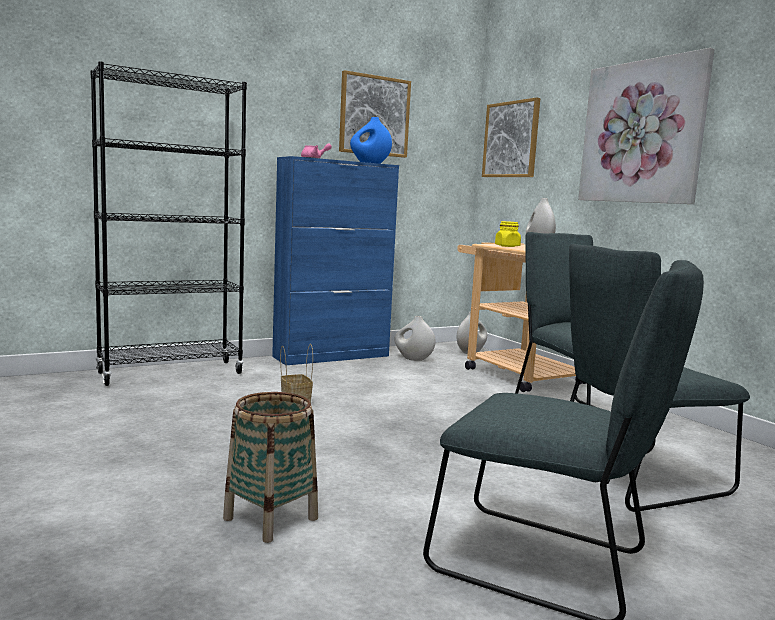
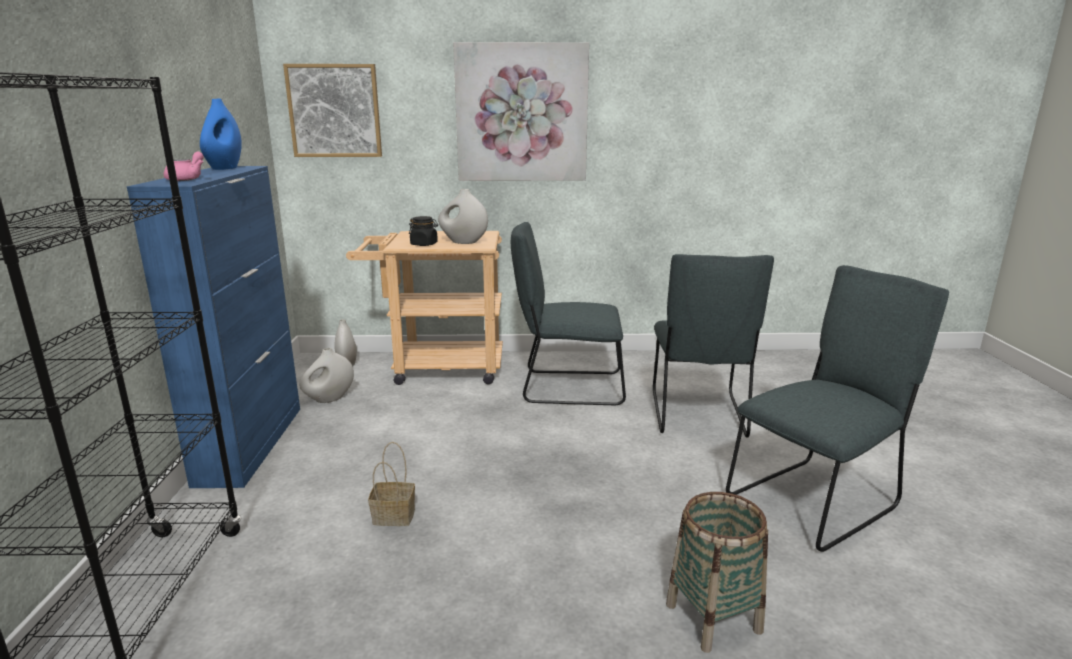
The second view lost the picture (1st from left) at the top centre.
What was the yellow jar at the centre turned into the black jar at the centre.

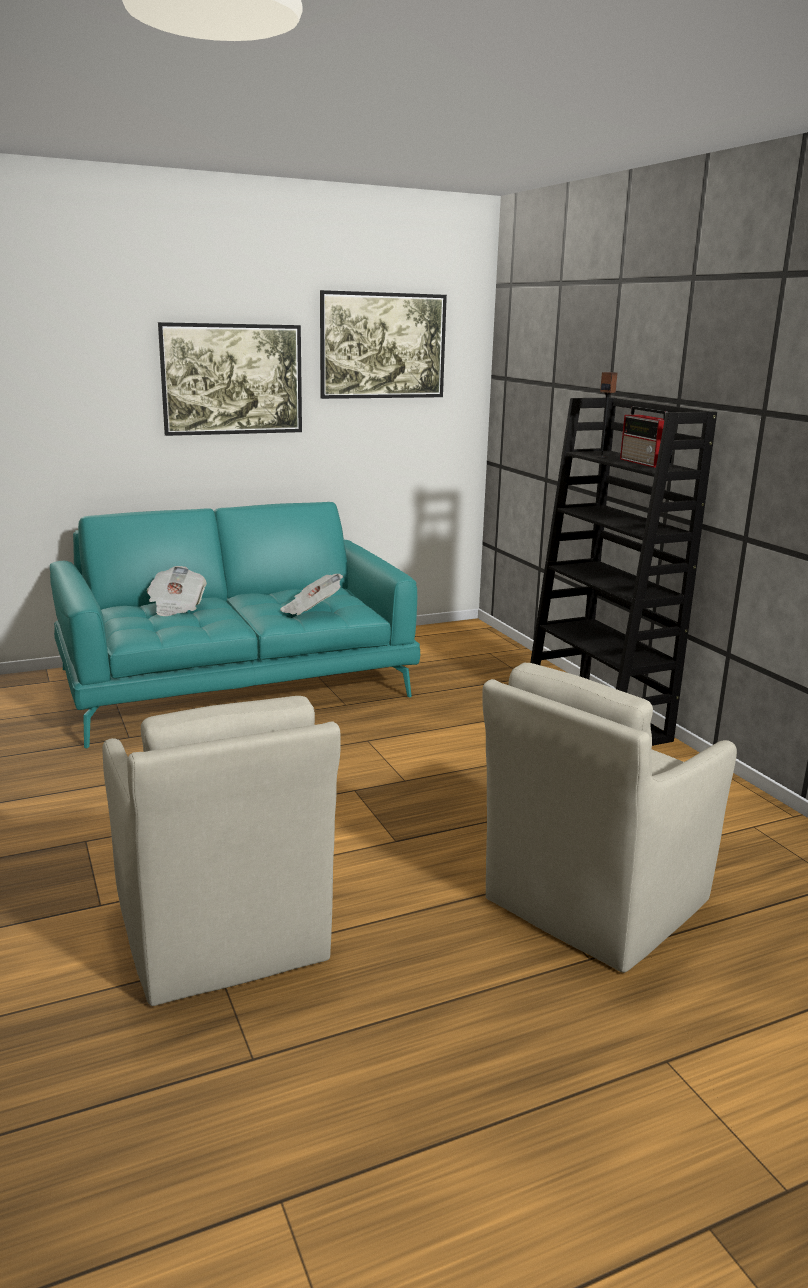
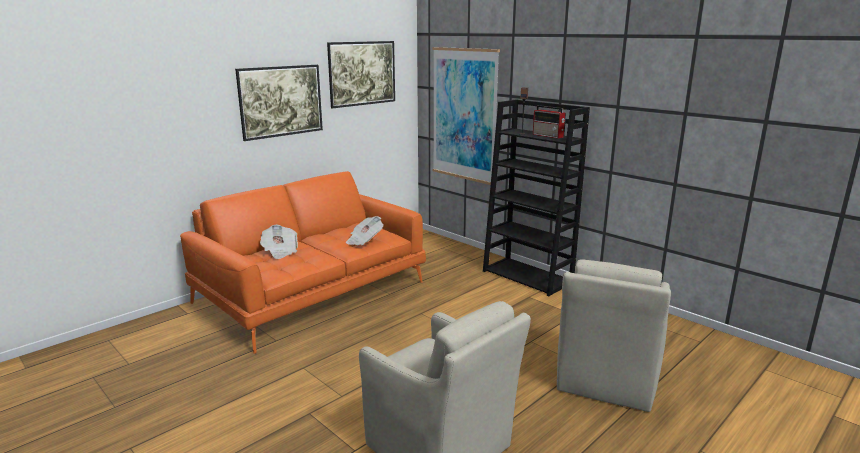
The second view gained the picture (3rd from left) at the top centre.
What was the turquoise sofa at the middle left turned into the orange sofa at the centre.

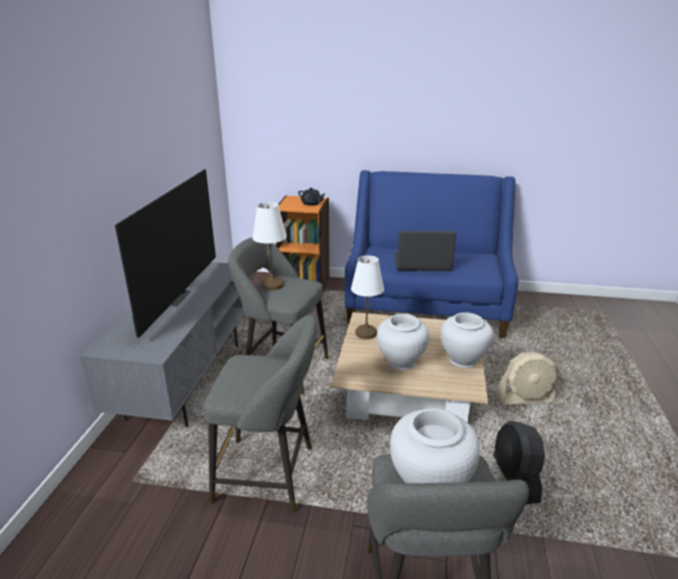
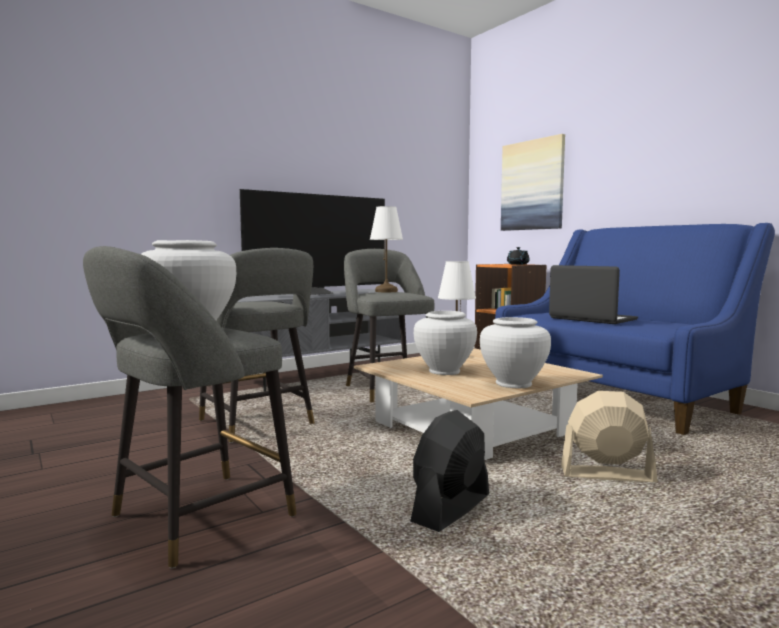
The second view gained the picture at the top right.
The beige fan at the middle right ended up facing another way, 150 degrees clockwise from before.

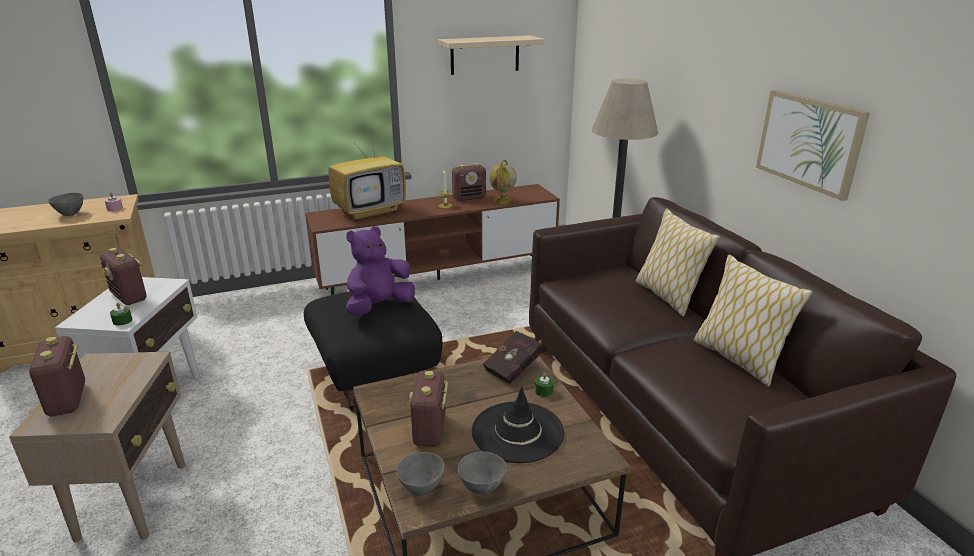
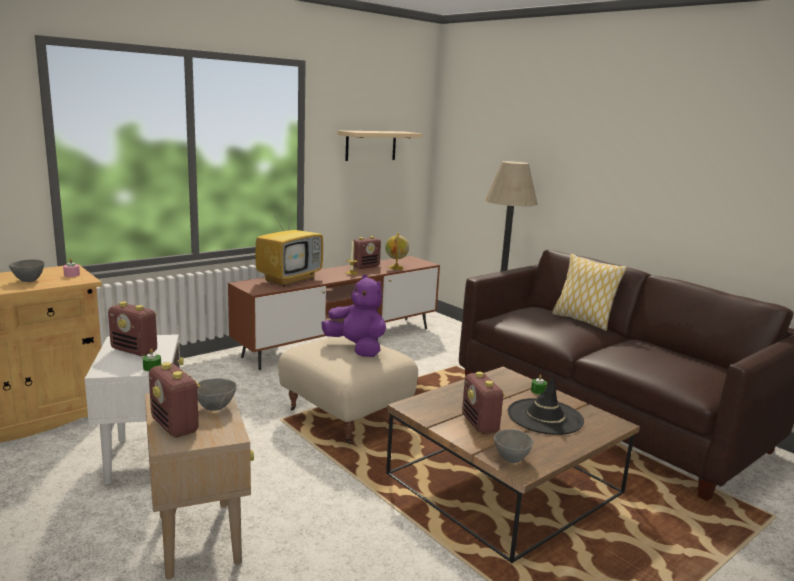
The second view lost the red book at the centre.
The second view lost the pillow (2nd from left) at the middle right.
The second view lost the picture at the top right.
The grey bowl (3rd from left in the first image) ended up elsewhere, having gone from the bottom centre to the bottom left.
What was the black ottoman at the centre turned into the beige ottoman at the bottom centre.
The purple plush toy at the centre ended up facing another way, 105 degrees clockwise from before.

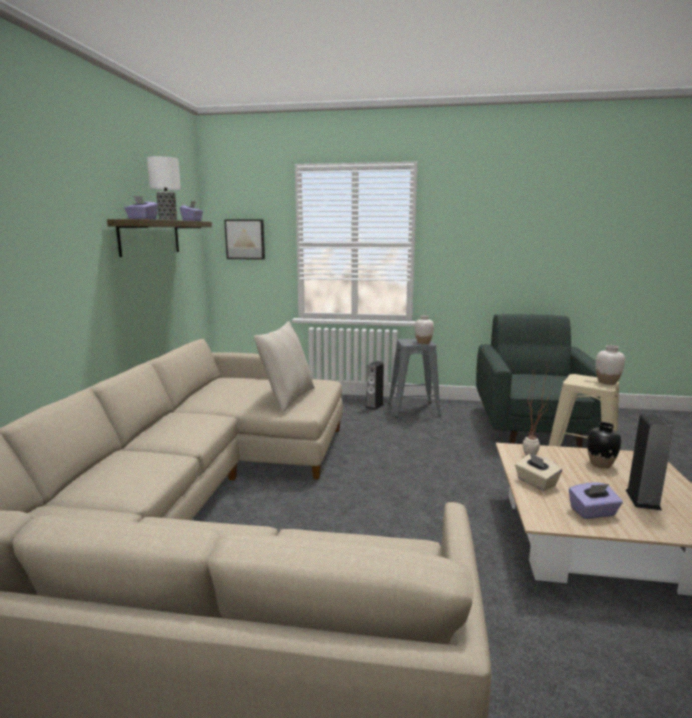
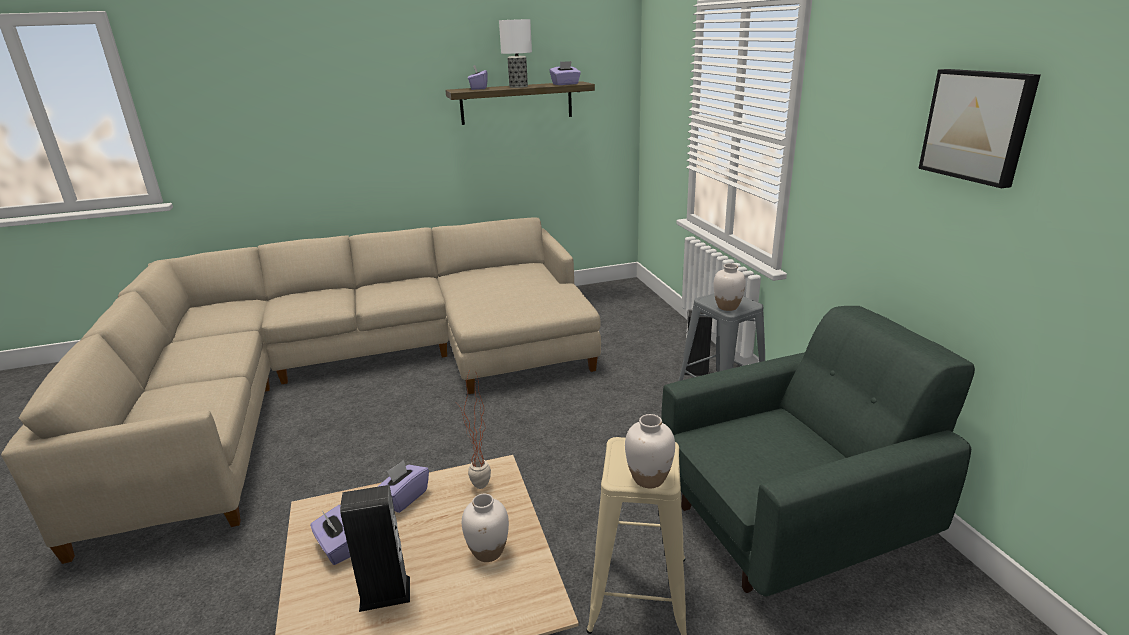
The second view lost the beige pillow at the centre.
The picture ended up elsewhere, having gone from the top centre to the top right.
What was the beige tissue box at the middle right turned into the purple tissue box (2nd from left) at the bottom centre.
What was the black vase at the middle right turned into the white vase (1st from left) at the bottom centre.

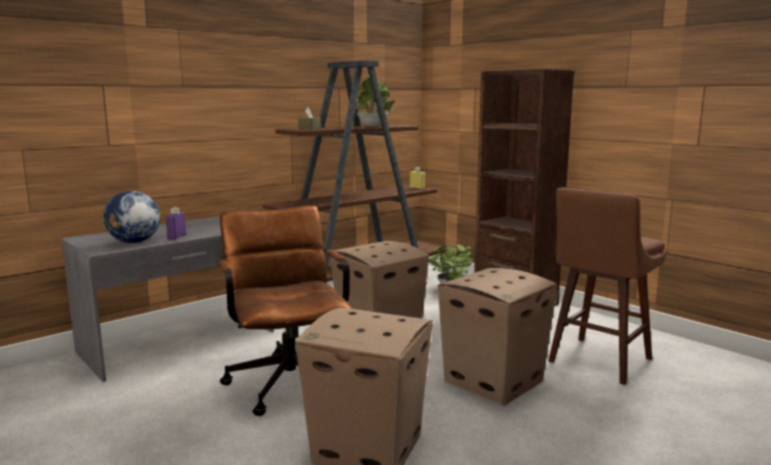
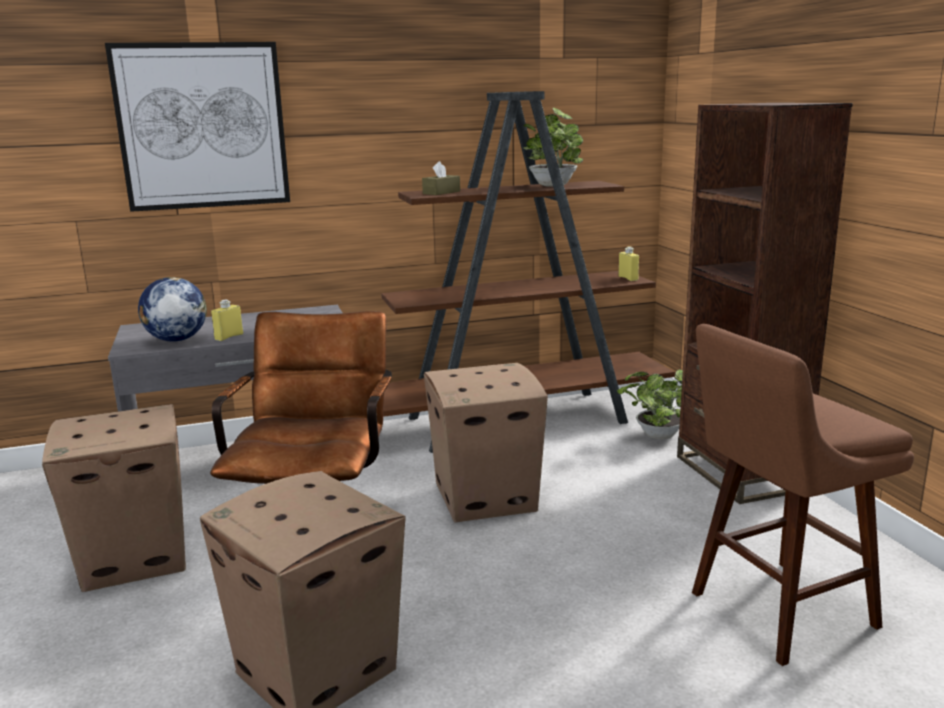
The second view gained the picture at the top left.
The cardboard box (3rd from left in the first image) ended up elsewhere, having gone from the bottom centre to the bottom left.
What was the purple bottle at the middle left turned into the yellow bottle (1st from left) at the middle left.

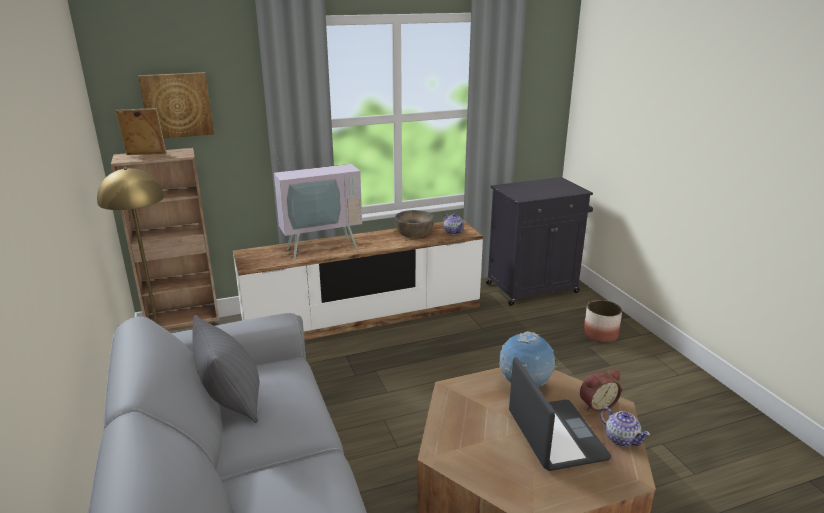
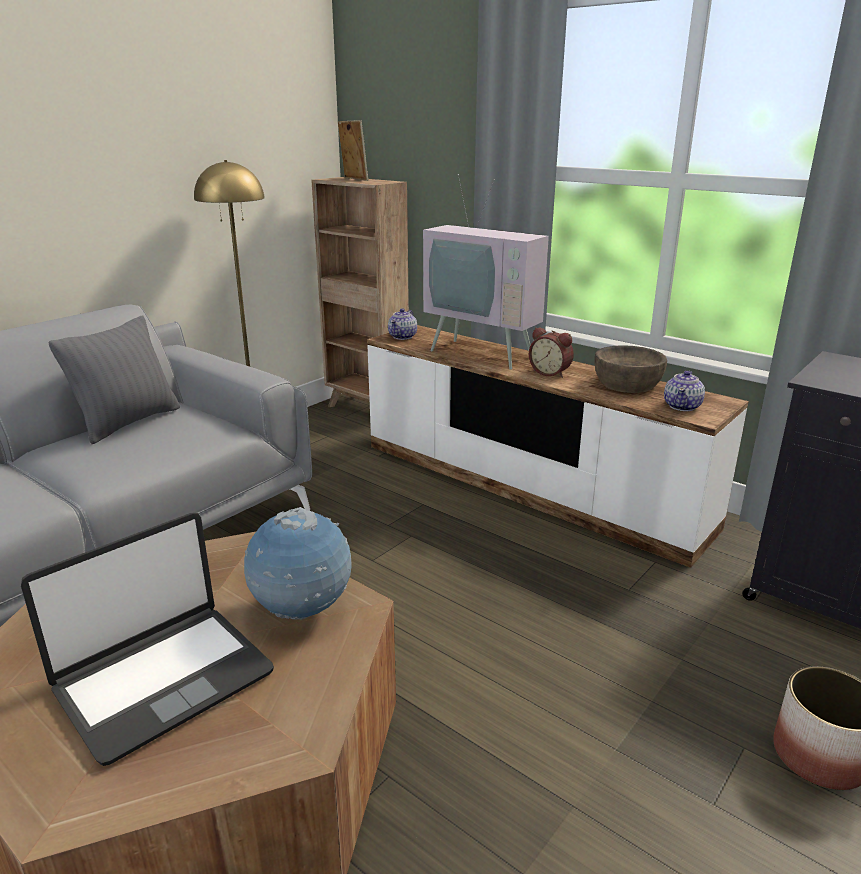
The second view lost the picture at the top left.
The alarm clock ended up elsewhere, having gone from the bottom right to the centre.
The teapot (2nd from left in the first image) ended up elsewhere, having gone from the bottom right to the centre.

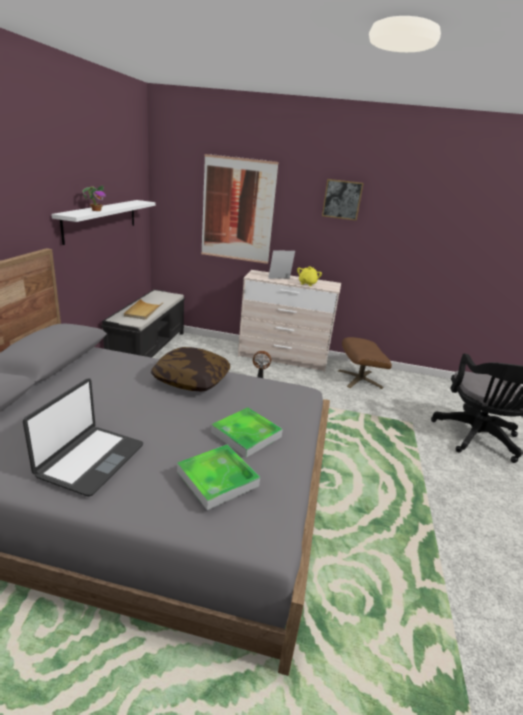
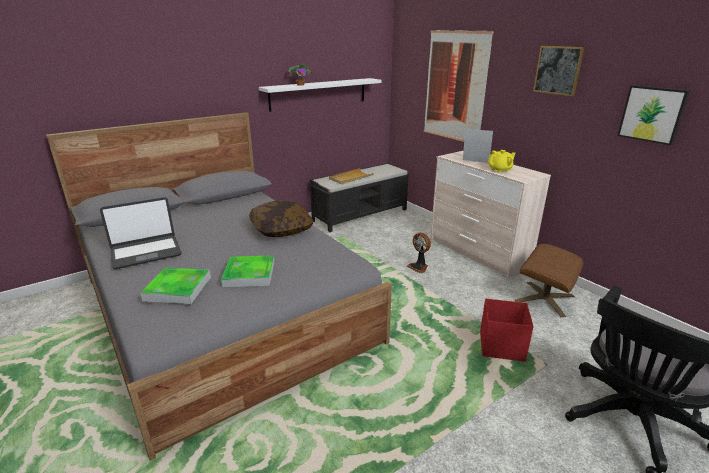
The second view gained the red storage box at the bottom right.
The second view gained the picture (3rd from left) at the top right.

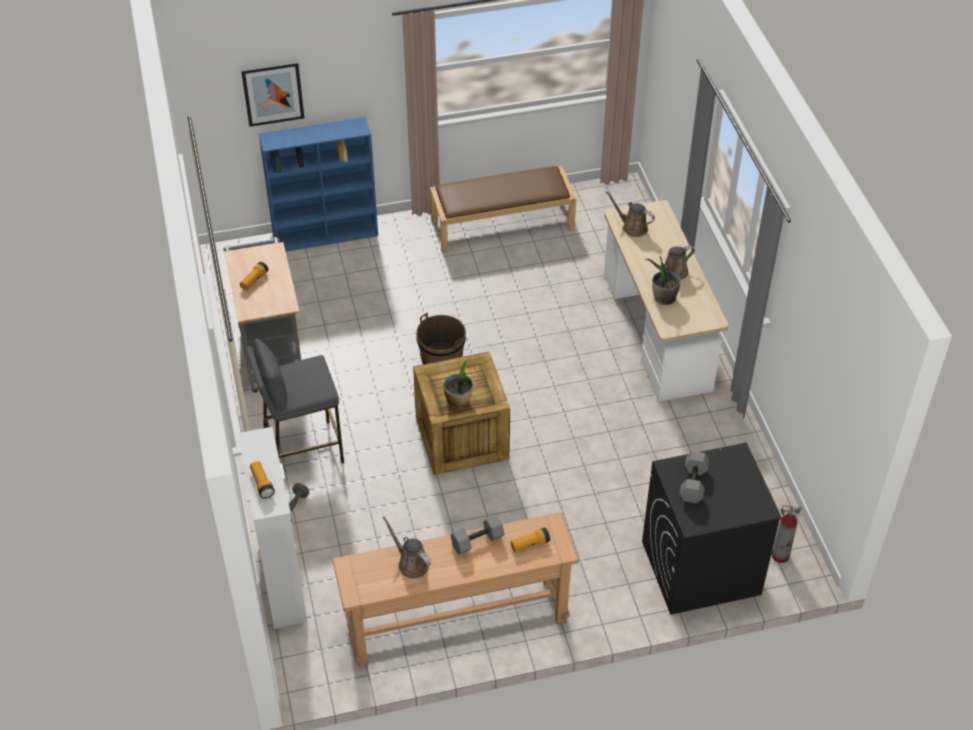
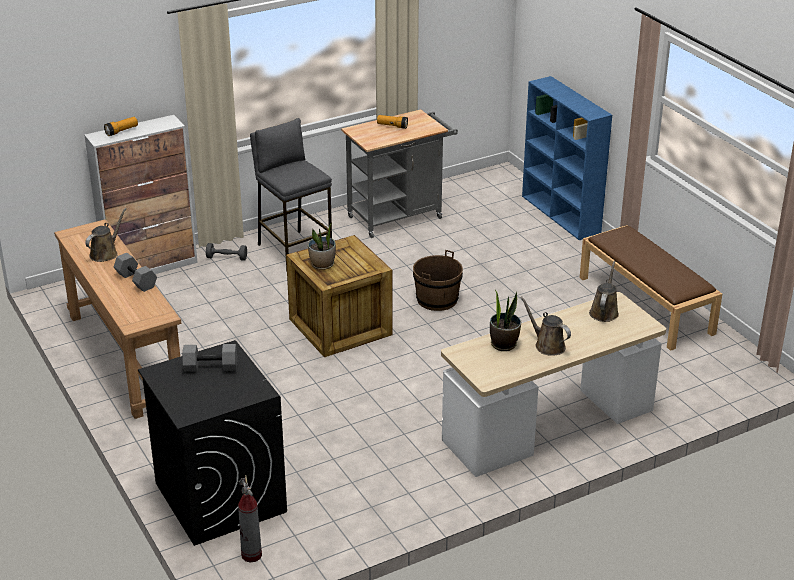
The second view lost the picture at the top left.
The second view lost the flashlight (3rd from left) at the bottom centre.

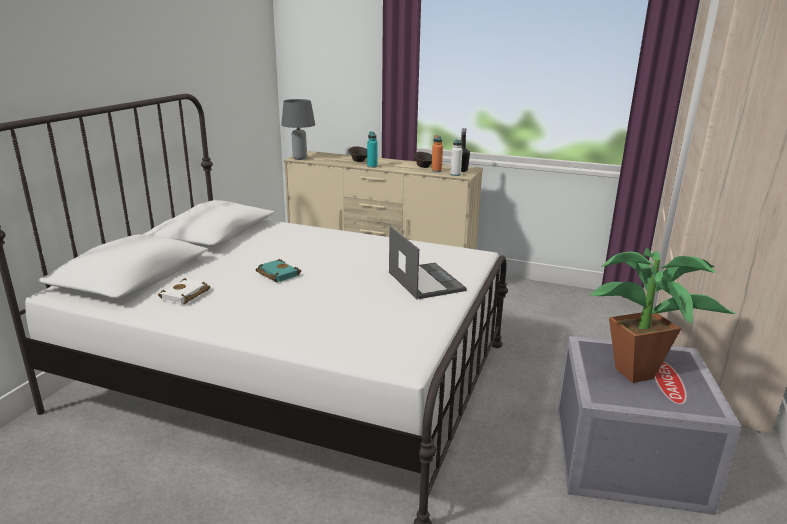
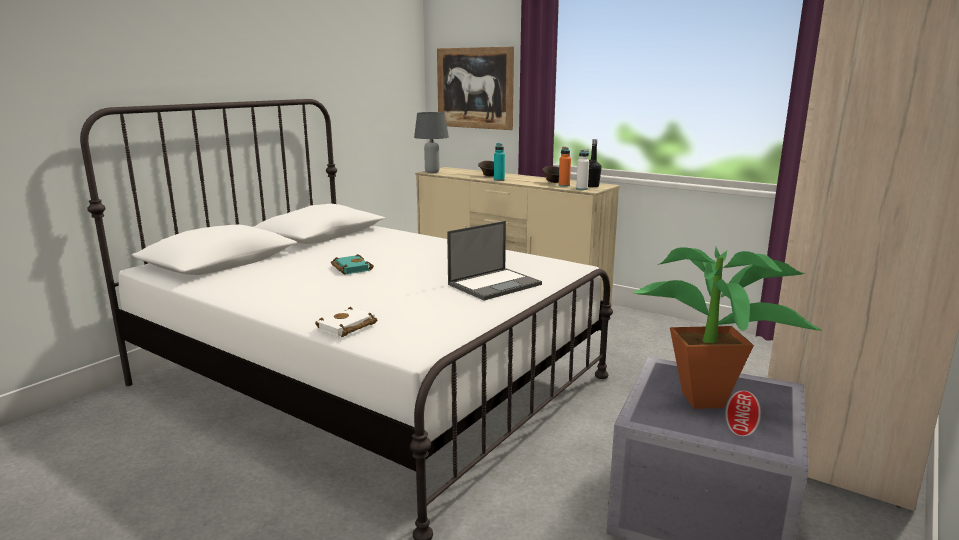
The second view gained the picture at the top centre.
The white book ended up elsewhere, having gone from the middle left to the centre.
The laptop at the centre ended up facing another way, 60 degrees clockwise from before.

